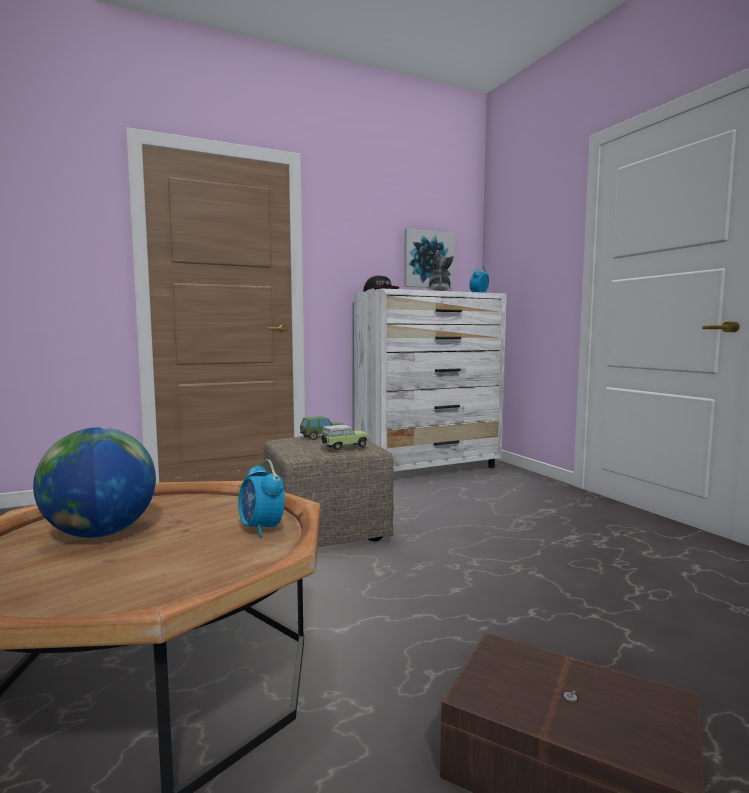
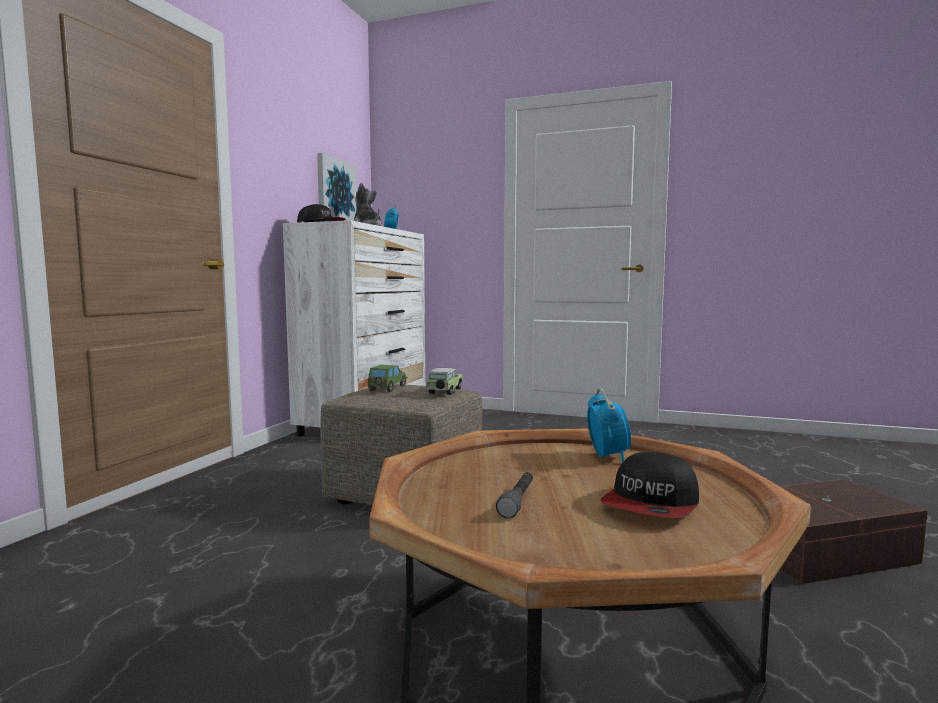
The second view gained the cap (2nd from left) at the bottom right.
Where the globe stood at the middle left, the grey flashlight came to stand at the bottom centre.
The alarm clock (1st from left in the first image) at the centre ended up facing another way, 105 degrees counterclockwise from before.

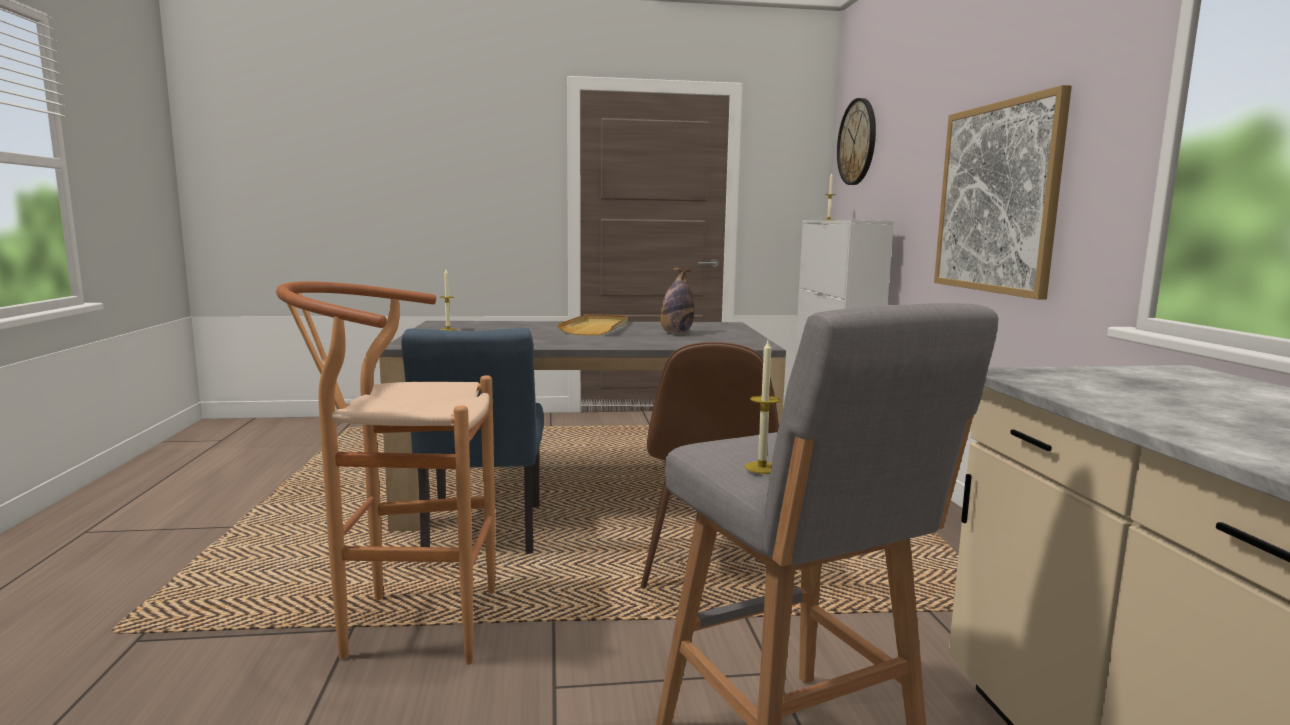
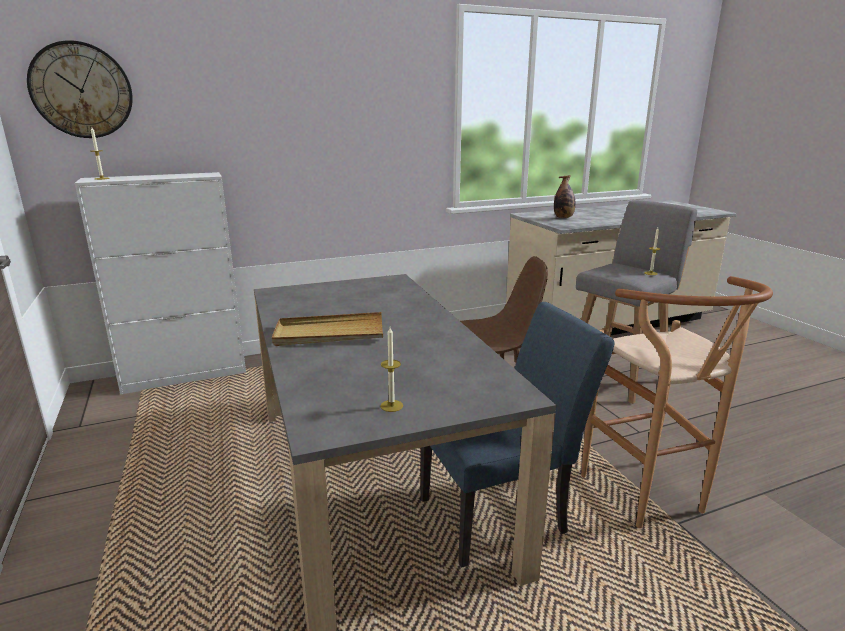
The second view lost the picture at the top right.
The bottle ended up elsewhere, having gone from the centre to the top right.

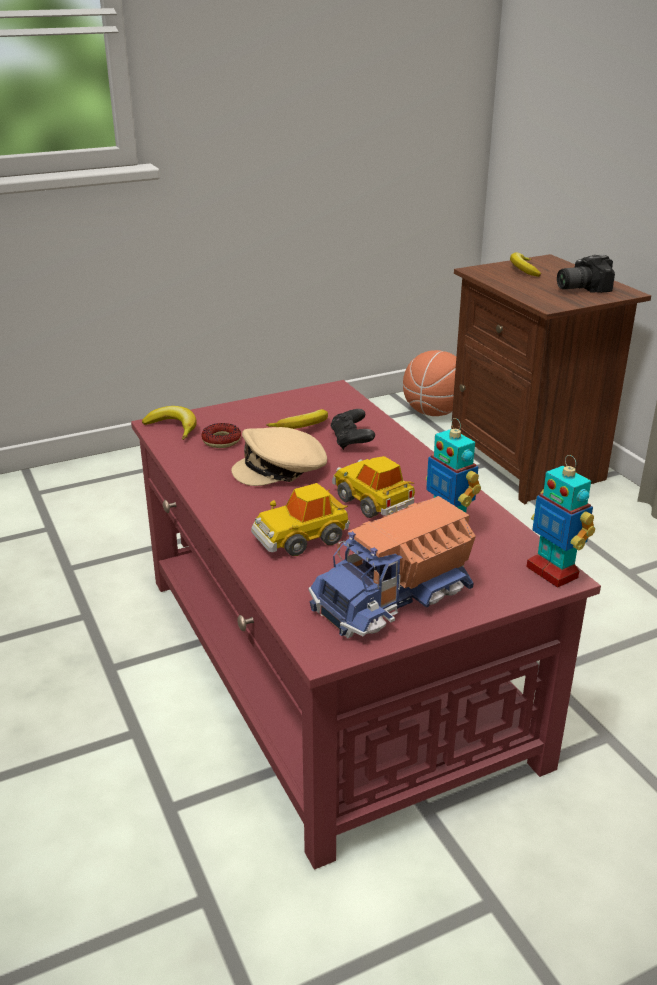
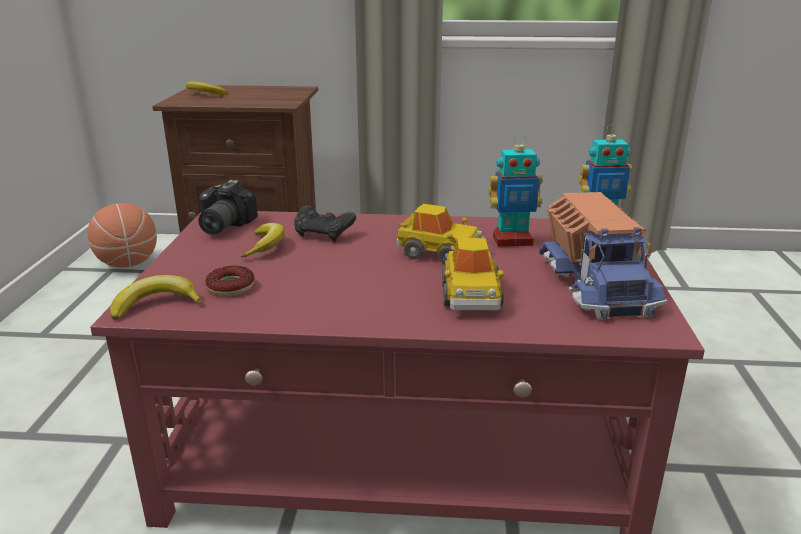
The second view lost the beige cap at the centre.
The photo camera ended up elsewhere, having gone from the top right to the middle left.
The toy car (2nd from left in the first image) at the centre ended up facing another way, 150 degrees counterclockwise from before.

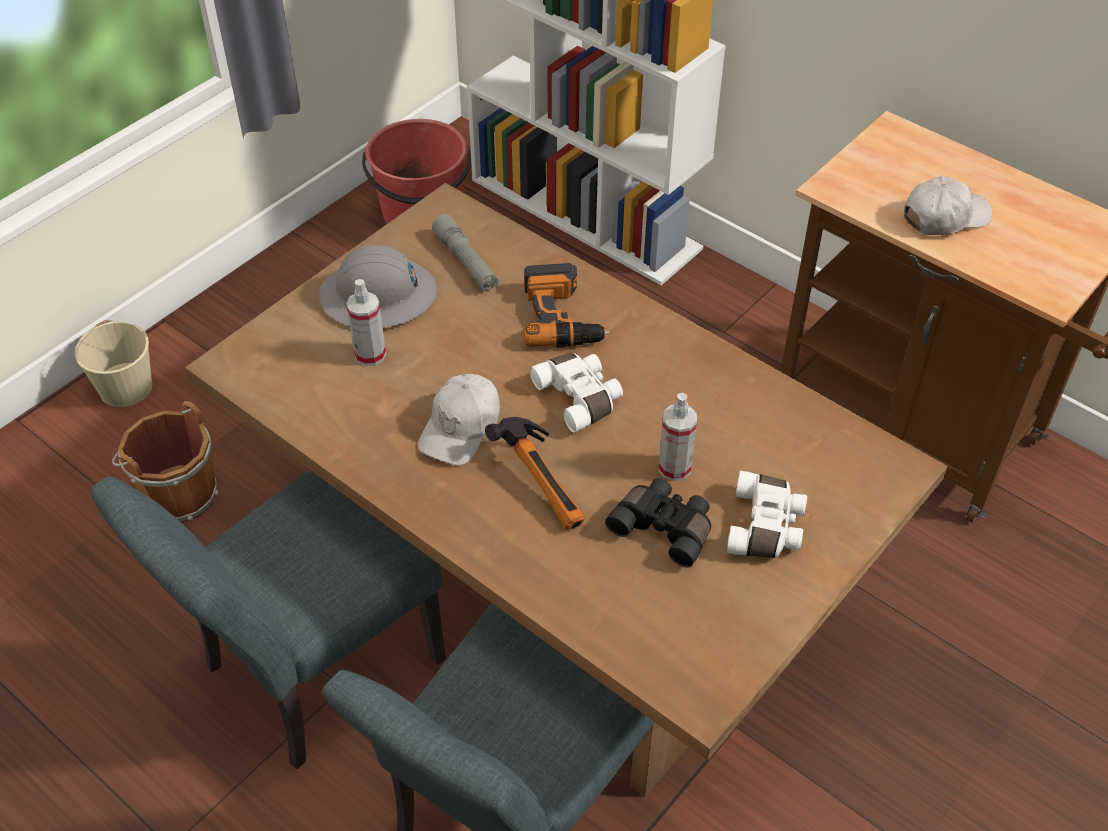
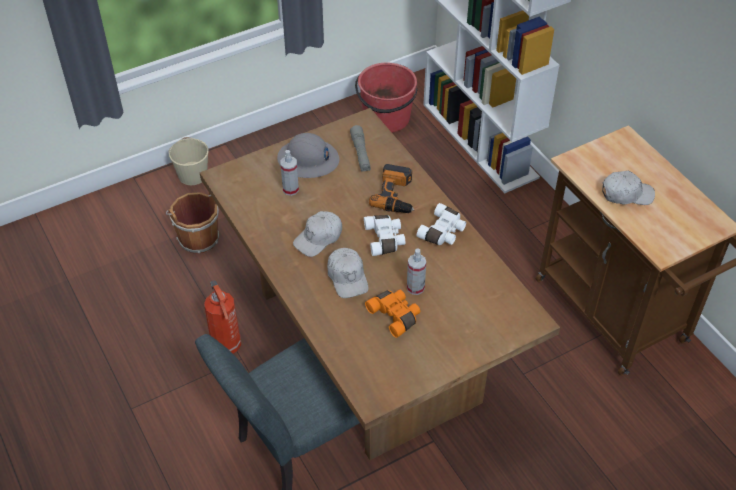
The white binoculars (2nd from left) ended up elsewhere, having gone from the middle right to the centre.
Where the grey chair (1st from left) stood at the bottom left, the fire extinguisher came to stand at the middle left.
Where the hammer stood at the centre, the white cap (2nd from left) came to stand at the centre.
What was the black binoculars at the centre turned into the orange binoculars at the centre.

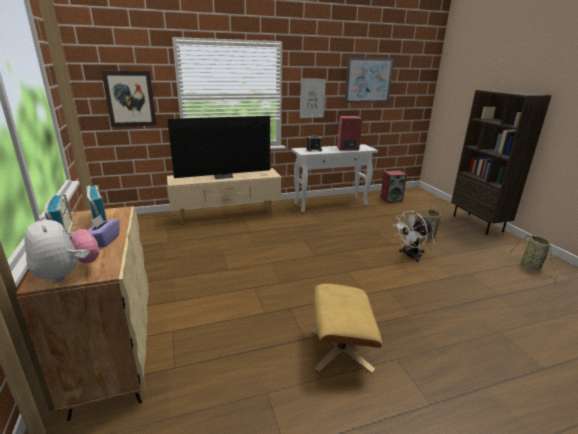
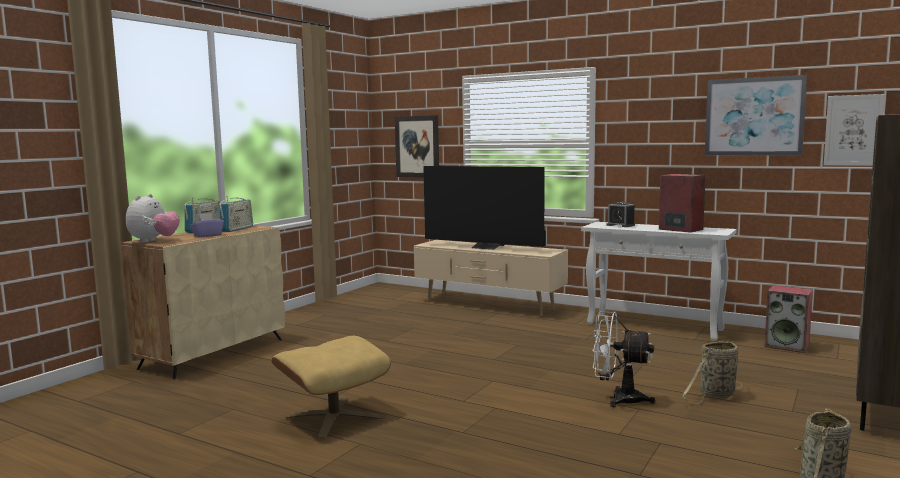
The picture (2nd from left in the first image) ended up elsewhere, having gone from the top centre to the top right.

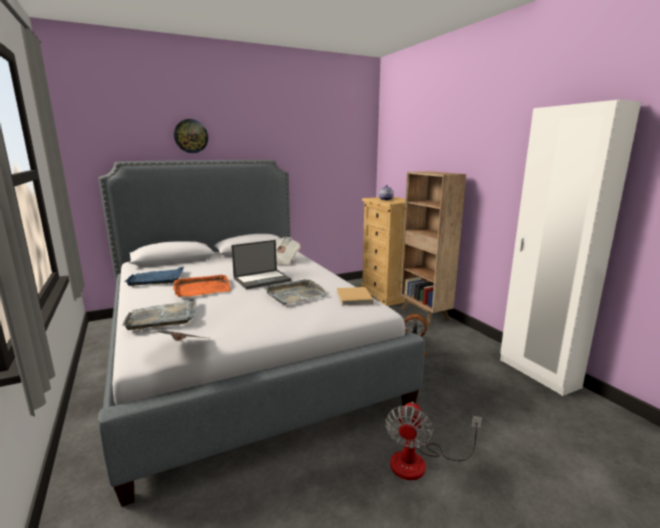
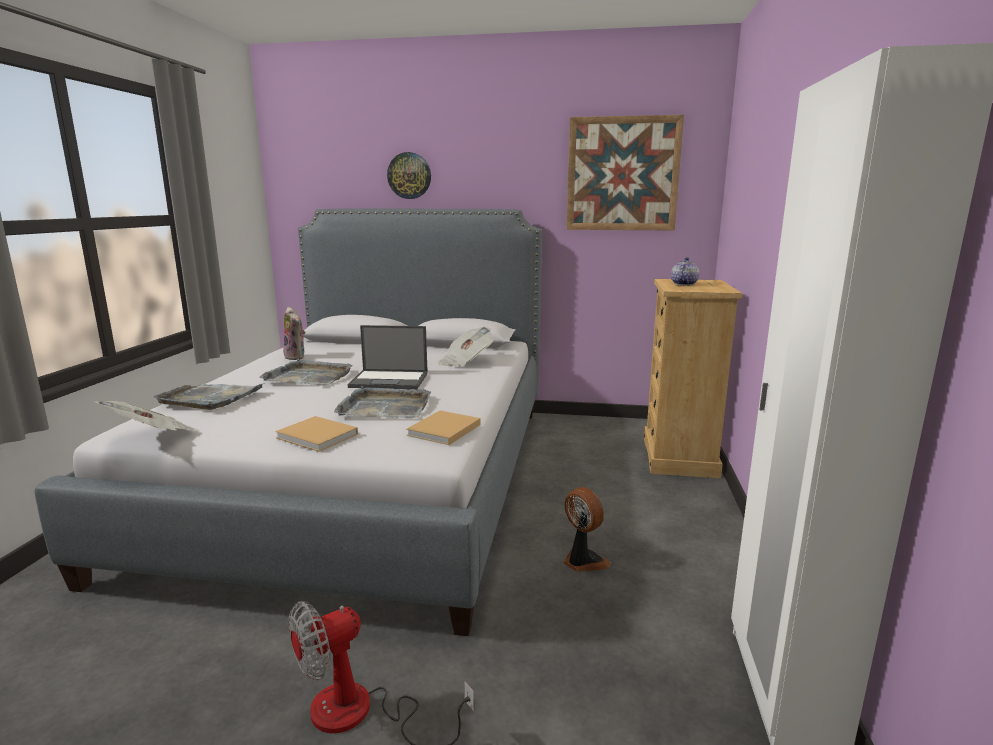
The second view lost the brown bookcase at the centre.
The second view gained the beige book (1st from left) at the middle left.
The second view gained the picture at the top centre.
Where the blue tray stood at the middle left, the plush toy came to stand at the middle left.
What was the orange tray at the middle left turned into the grey tray (2nd from left) at the middle left.

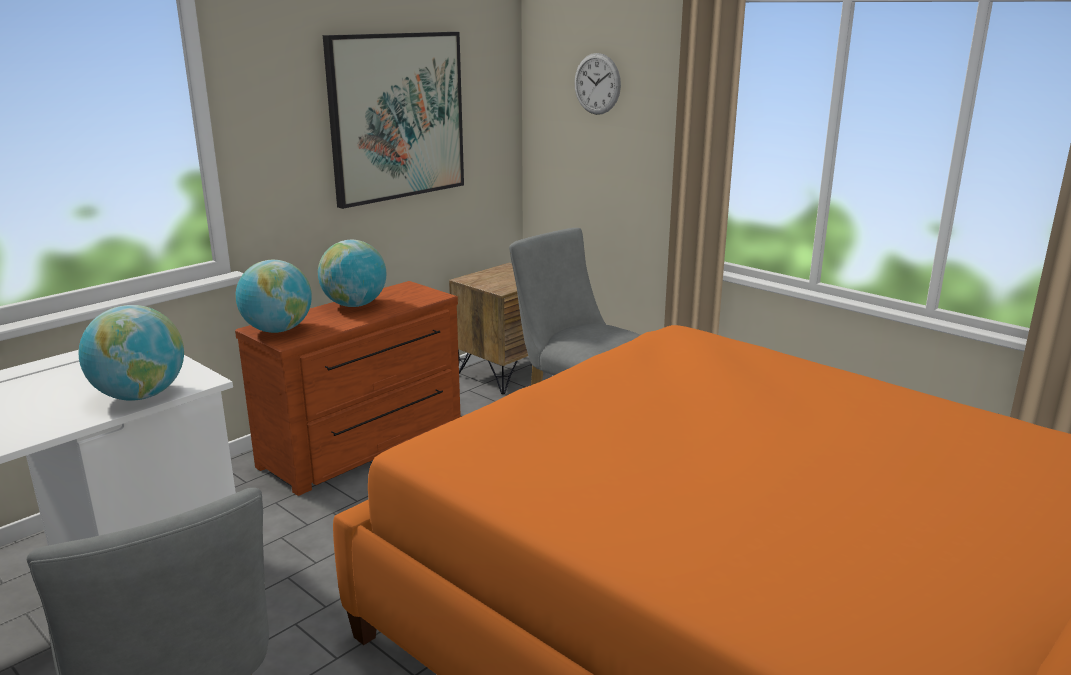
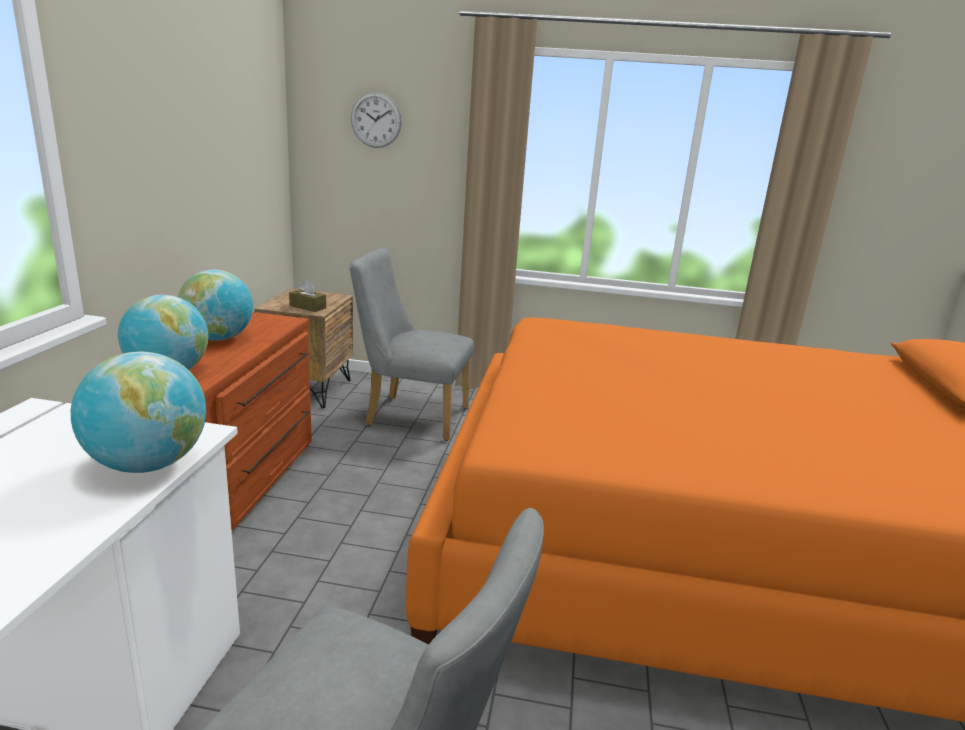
The second view lost the picture at the top centre.
The second view gained the brown tissue box at the middle left.

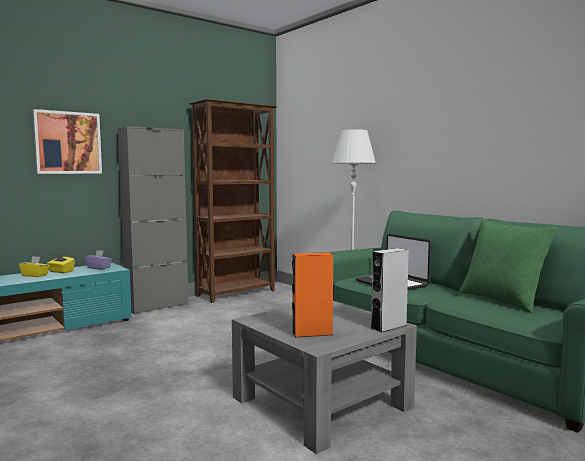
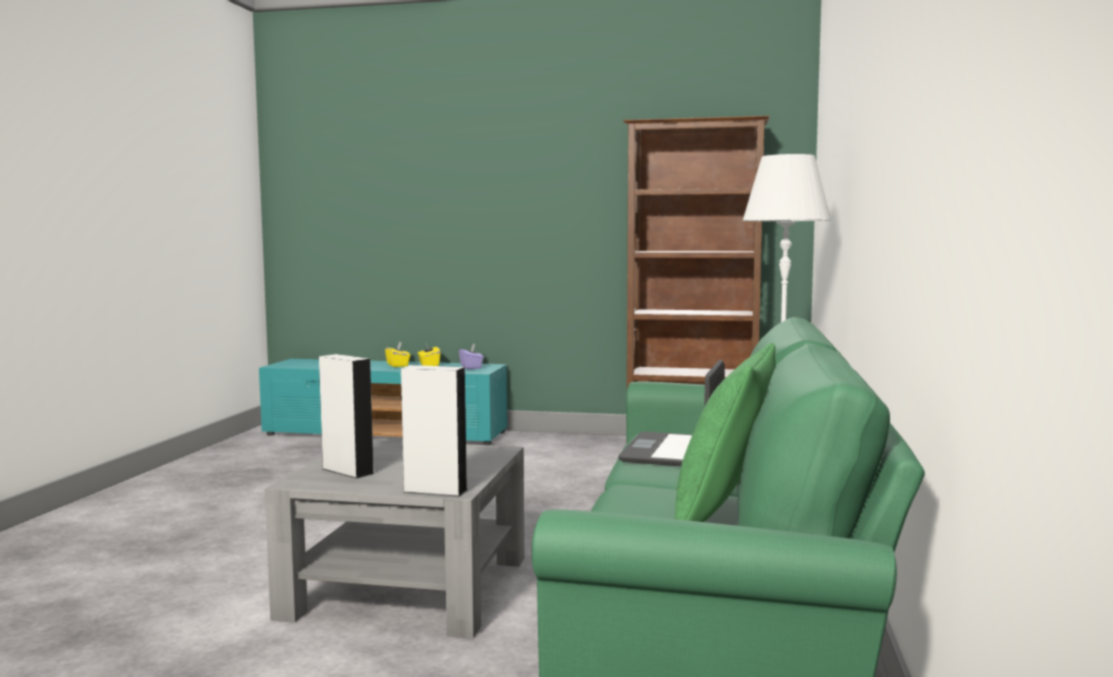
The second view lost the picture at the top left.
The second view lost the grey cabinet at the middle left.
What was the orange speaker at the centre turned into the grey speaker (1st from left) at the middle left.

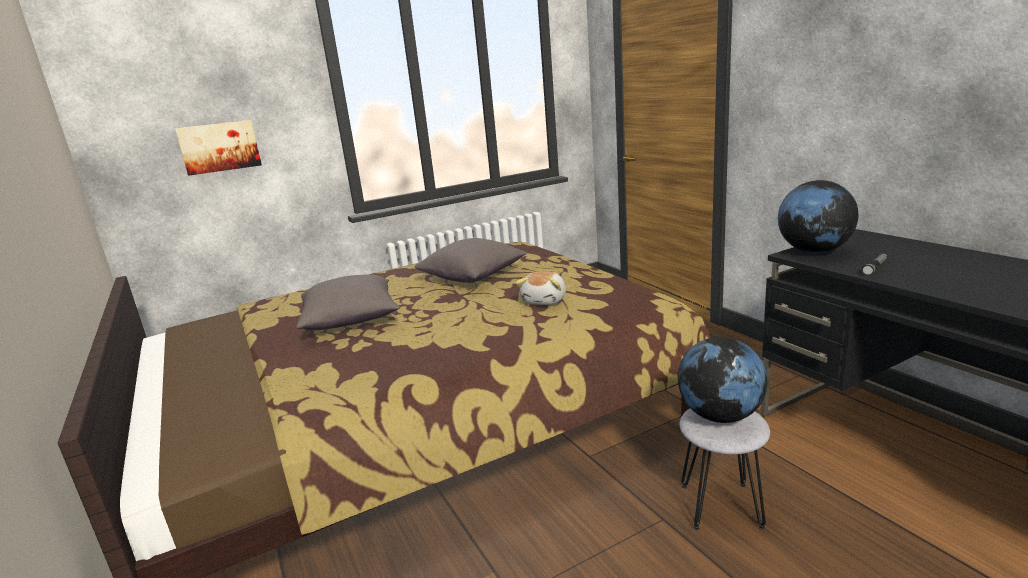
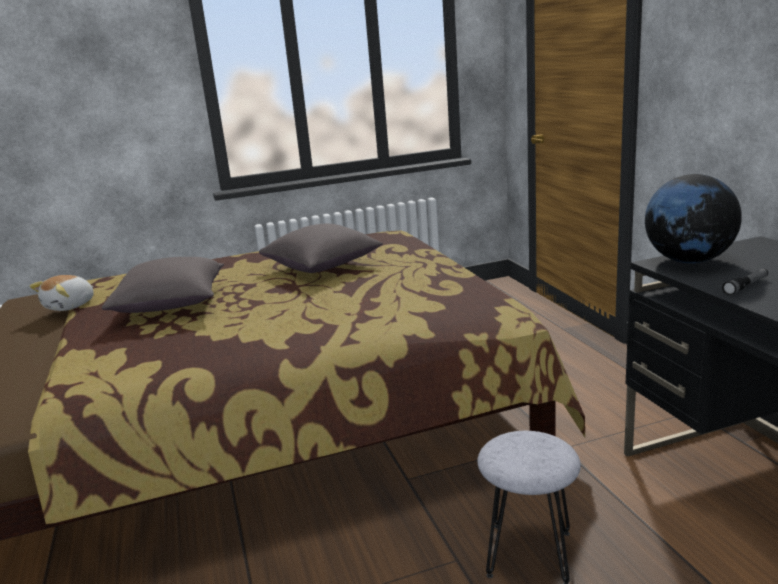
The second view lost the picture at the top left.
The second view lost the globe (1st from left) at the middle right.
The plush toy ended up elsewhere, having gone from the centre to the middle left.

